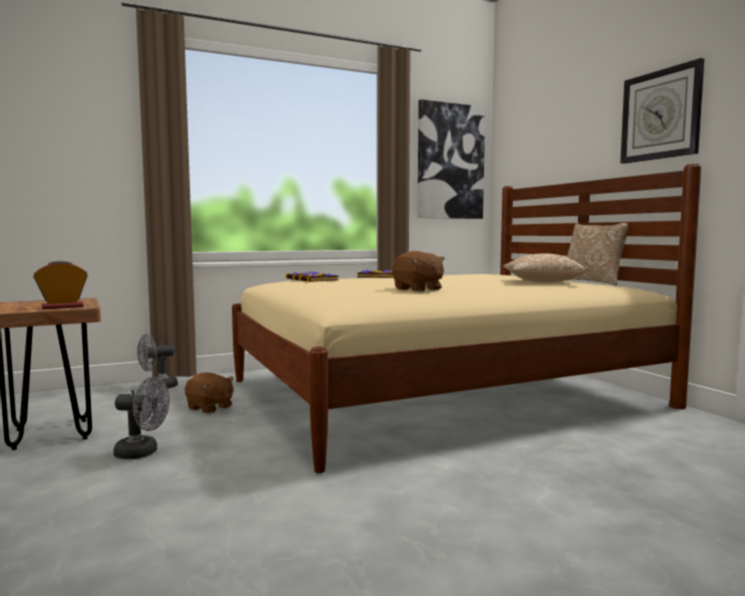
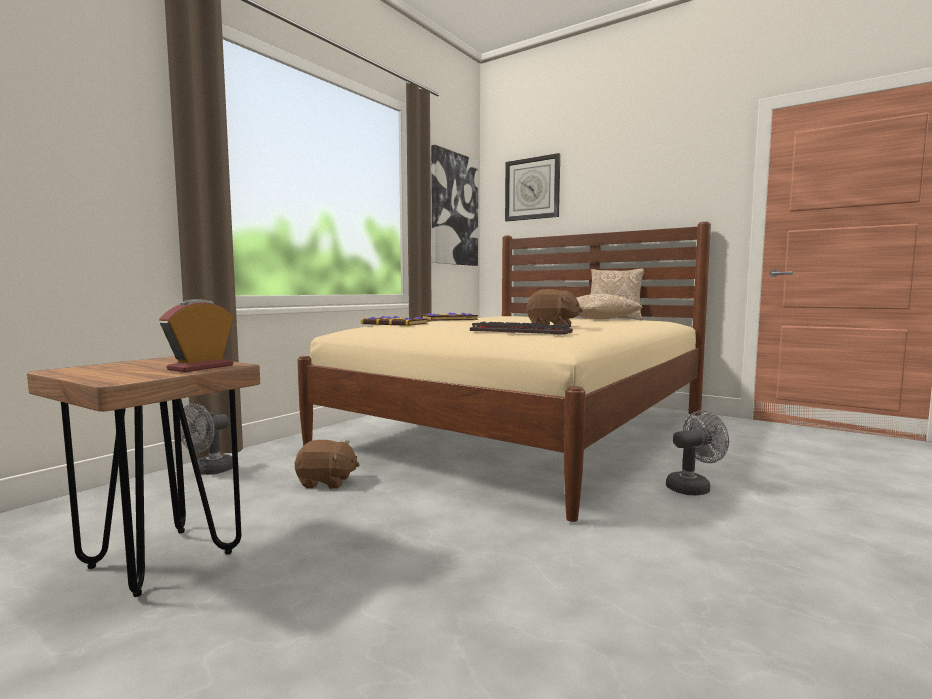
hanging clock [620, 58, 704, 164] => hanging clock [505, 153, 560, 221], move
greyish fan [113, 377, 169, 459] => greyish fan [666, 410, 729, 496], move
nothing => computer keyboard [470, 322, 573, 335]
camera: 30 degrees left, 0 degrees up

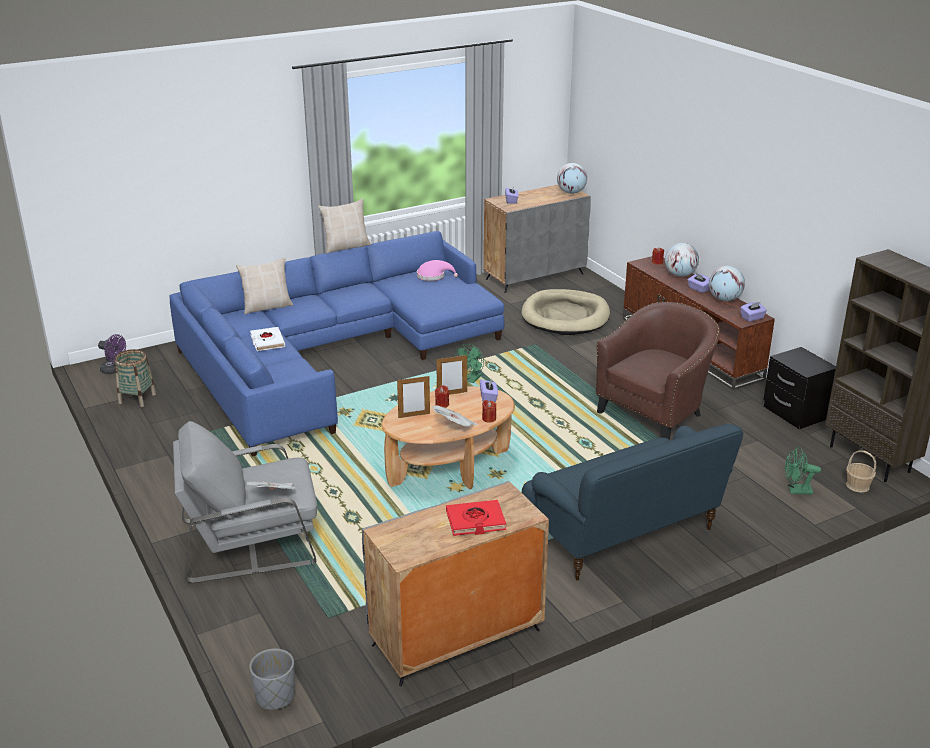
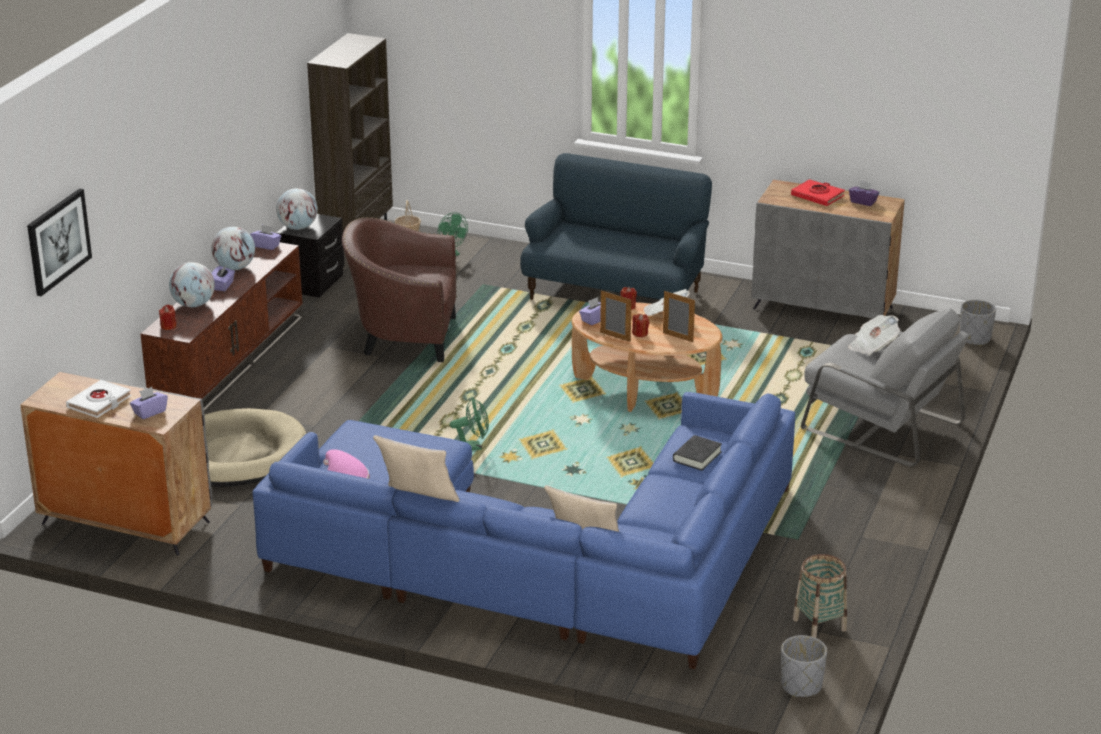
desk globe [557, 163, 587, 194] => desk globe [276, 188, 318, 230], move
white-coloured volume [250, 327, 285, 351] => white-coloured volume [66, 380, 132, 418], move
purple-coloured fan [98, 334, 126, 374] => greyish planter [781, 635, 827, 697]
nothing => purple-coloured tissue holder [849, 181, 879, 206]
nothing => wall picture [27, 188, 92, 296]
nothing => black-coloured volume [673, 435, 722, 471]
camera: 130 degrees left, 0 degrees up

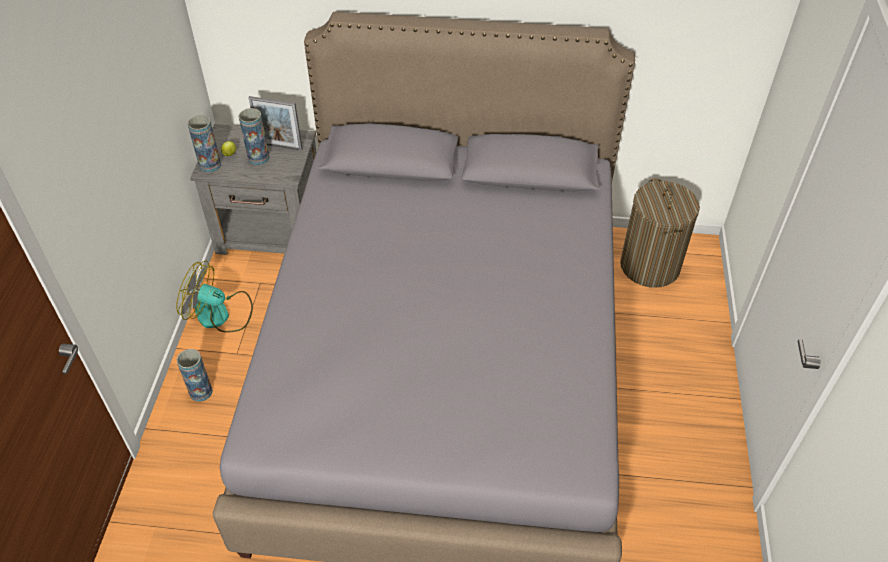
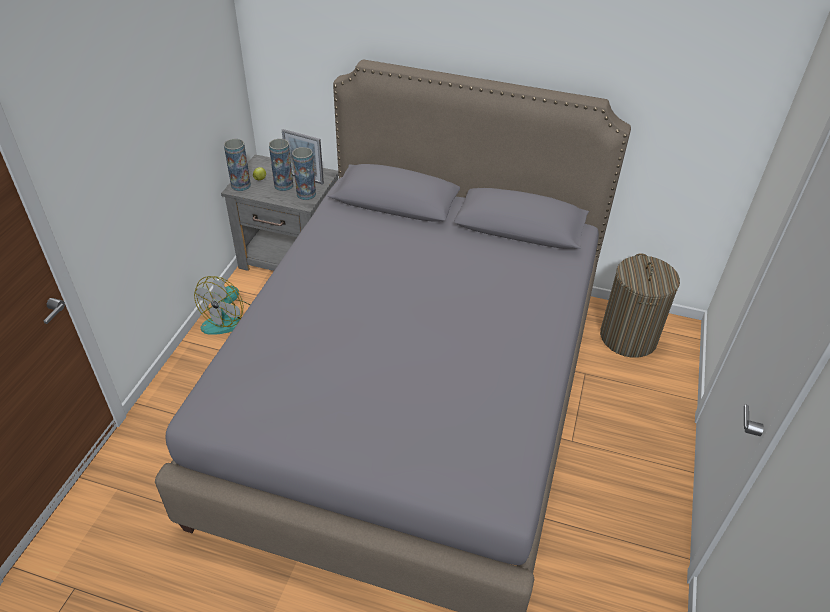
fan [176, 261, 253, 333] => fan [194, 276, 250, 335], 90 degrees counterclockwise
flower vase [177, 349, 213, 402] => flower vase [292, 147, 316, 200], move
camera: 10 degrees right, 5 degrees down

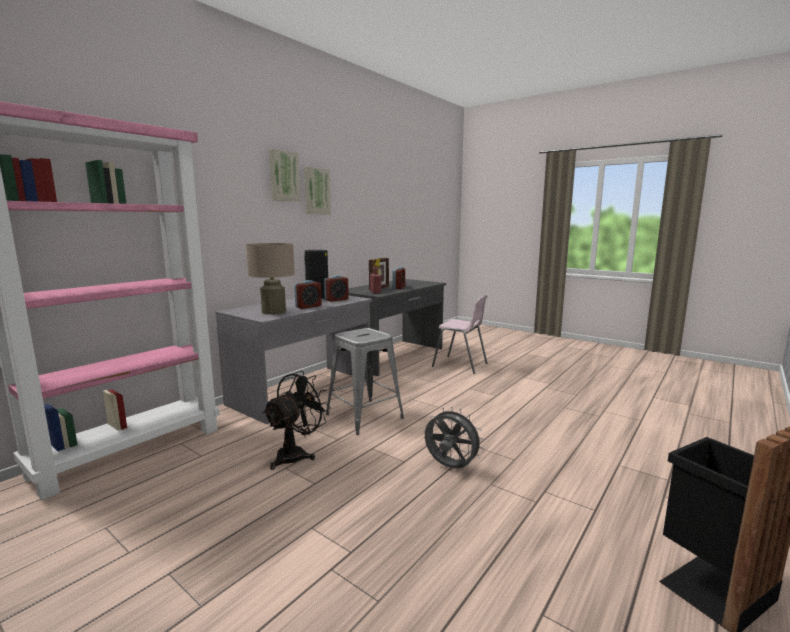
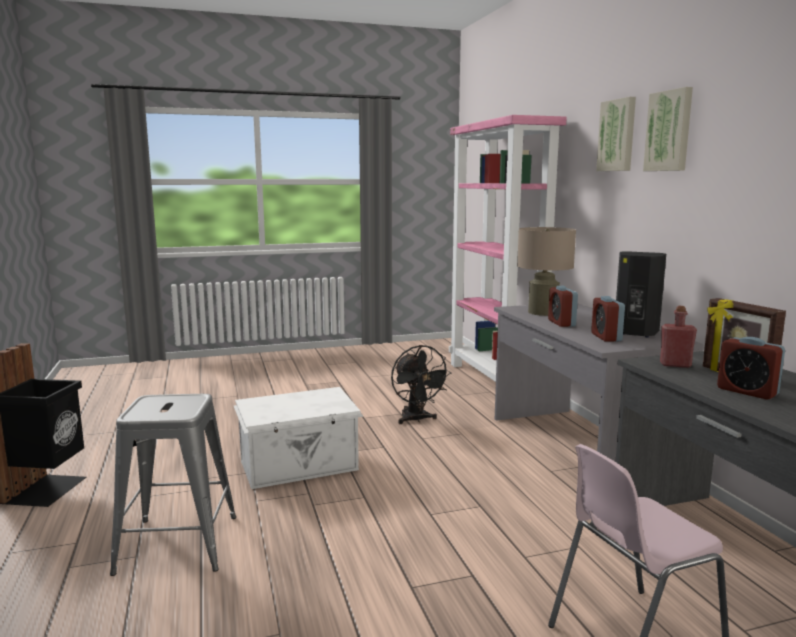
wall picture [304, 167, 331, 214] => wall picture [596, 97, 636, 171], move
greyish sitting stool [326, 328, 404, 435] => greyish sitting stool [110, 394, 236, 576], move
greyish fan [425, 407, 484, 468] => white-coloured storage container [234, 387, 363, 489]
camera: 125 degrees right, 0 degrees up

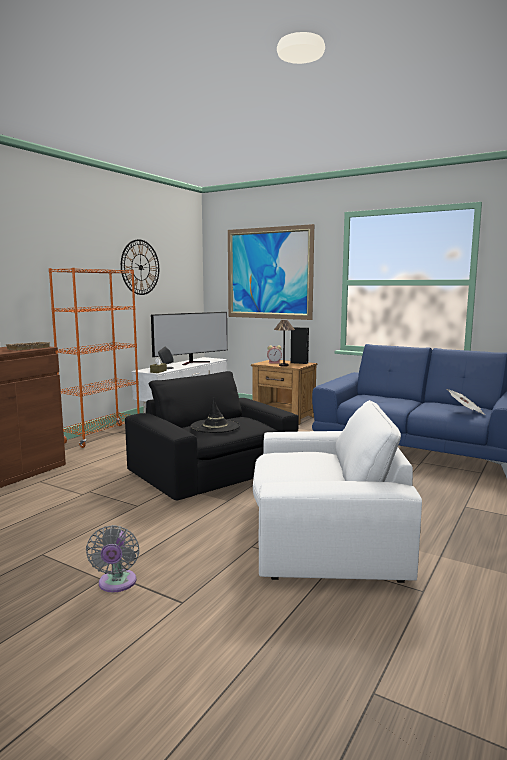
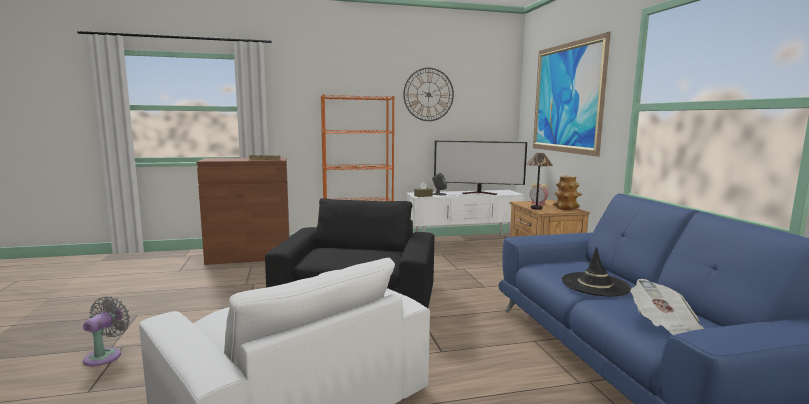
black-coloured audio speaker [291, 327, 309, 364] => flower vase [553, 175, 582, 210]
black-coloured hat [191, 397, 240, 433] => black-coloured hat [562, 247, 631, 296], move
greyish fan [86, 525, 139, 593] => greyish fan [83, 296, 130, 366], 150 degrees clockwise
camera: 45 degrees right, 0 degrees up

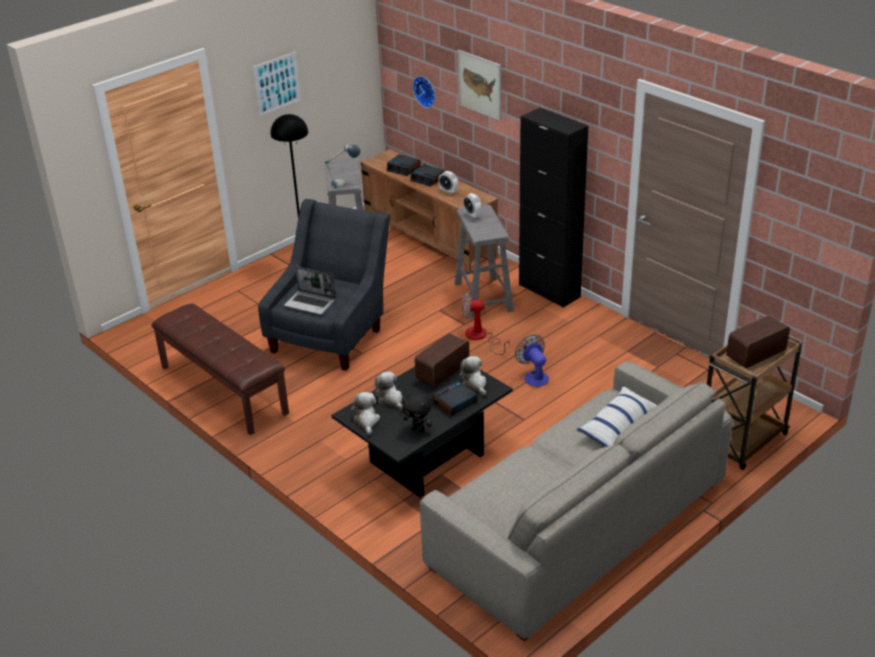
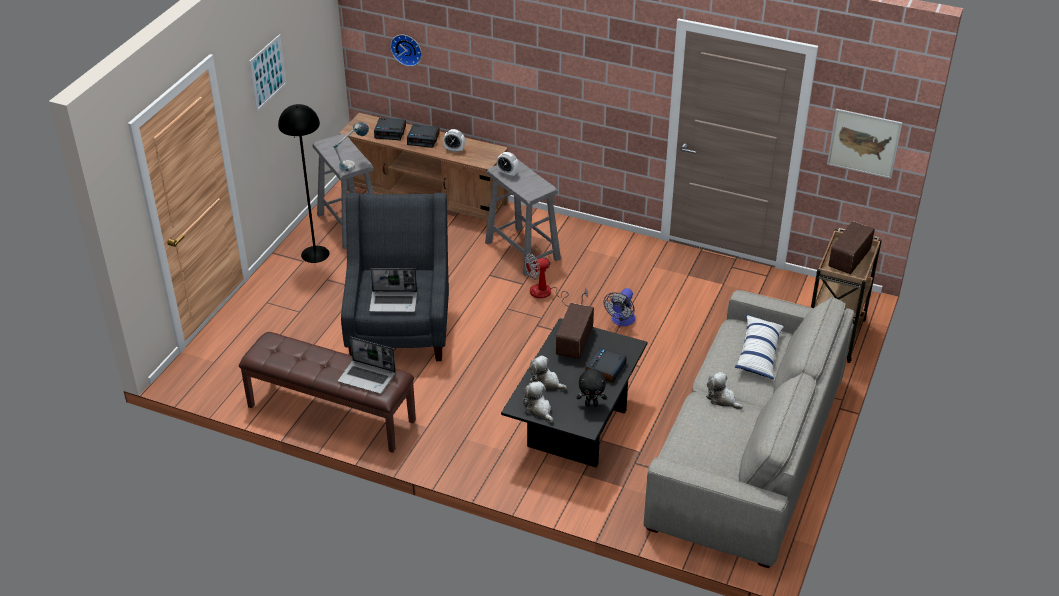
wall picture [458, 50, 501, 121] => wall picture [827, 109, 903, 179], move
black-coloured storage cabinet [519, 108, 588, 308] => nothing
fan [515, 335, 549, 387] => fan [604, 288, 635, 326], 105 degrees counterclockwise
soft toy [459, 356, 486, 396] => soft toy [706, 372, 743, 410], move
nothing => portable computer [338, 337, 396, 394]
camera: 25 degrees left, 5 degrees up

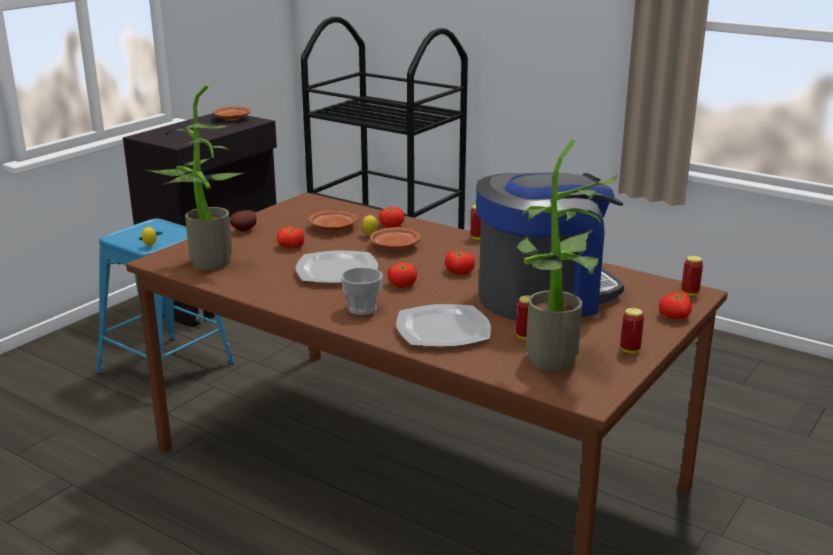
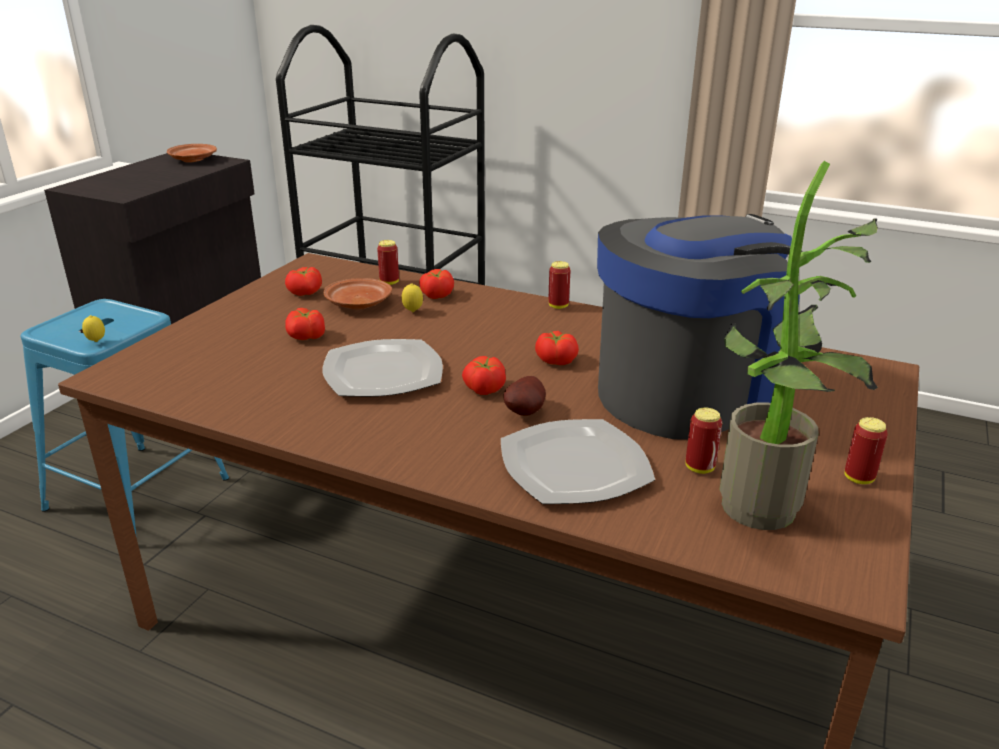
houseplant [146, 84, 247, 270] => nothing
spud [230, 210, 257, 231] => spud [503, 376, 546, 416], move
brown flat dish [370, 227, 421, 250] => nothing
metal can [681, 255, 703, 296] => metal can [377, 240, 399, 285], move
small cup [341, 267, 383, 315] => nothing
fresh tomato [659, 292, 692, 319] => fresh tomato [285, 267, 322, 296], move
camera: 10 degrees left, 5 degrees up

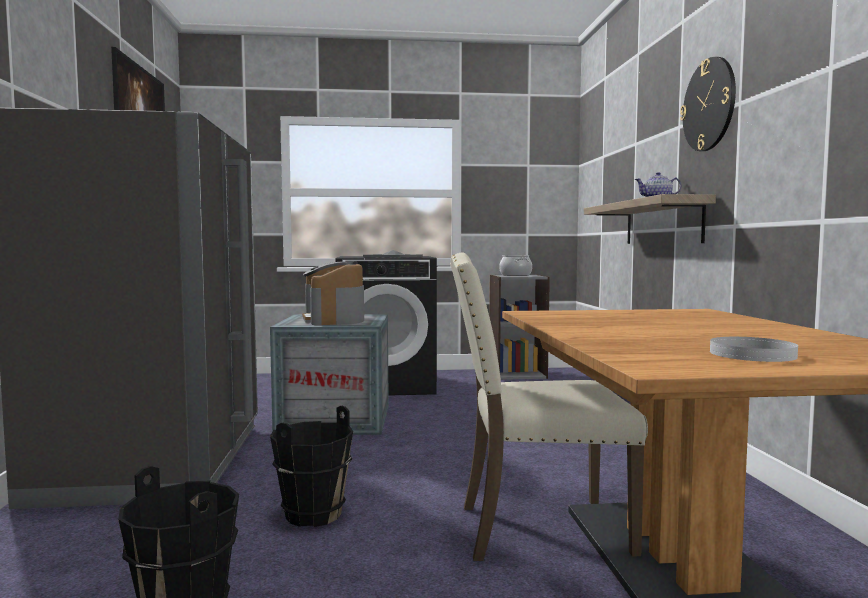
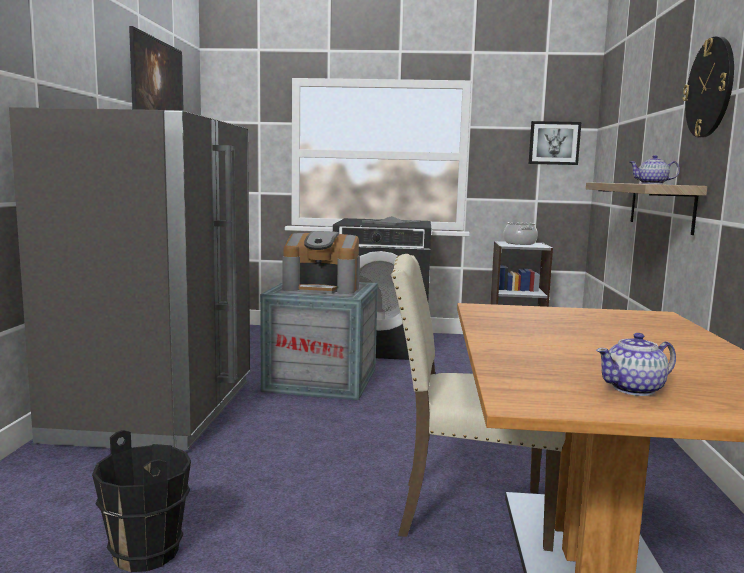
coffee maker [302, 261, 364, 325] => coffee maker [283, 231, 360, 294], 75 degrees counterclockwise
white-coloured flat dish [710, 337, 798, 362] => tea pot [596, 333, 676, 396]
black-coloured water bucket [270, 406, 353, 527] => nothing
nothing => wall picture [529, 121, 581, 165]
camera: 10 degrees right, 5 degrees up

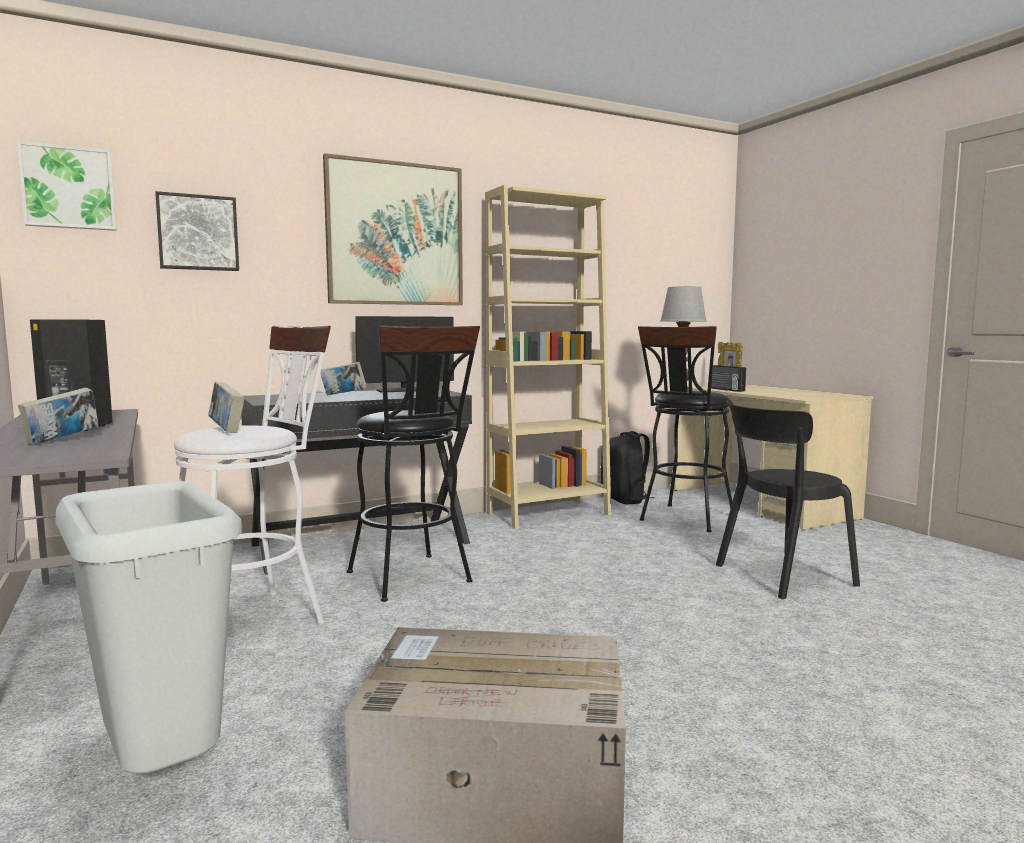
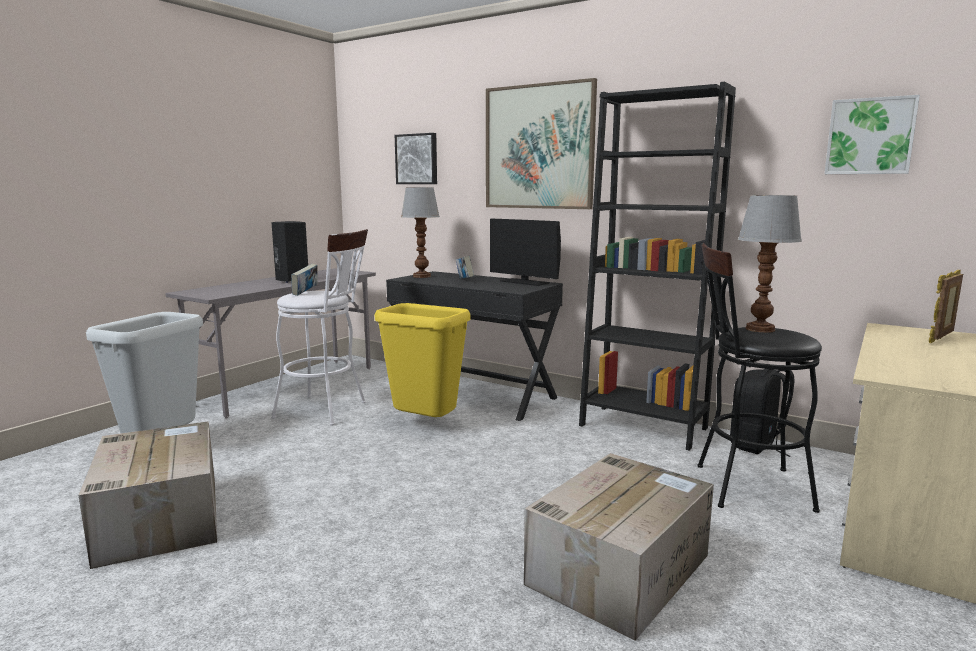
wall picture [17, 141, 117, 231] => wall picture [825, 95, 920, 174], move
beige-coloured shelving unit [485, 185, 611, 529] => black-coloured shelving unit [579, 82, 736, 451]
black-coloured sitting stool [347, 326, 480, 602] => yellowish waste bin [374, 303, 471, 417]
radio [711, 365, 746, 392] => nothing
volume [18, 388, 98, 445] => nothing
black-coloured upright chair [716, 400, 860, 599] => cardboard box [524, 453, 714, 641]
nothing => table lamp [401, 187, 440, 278]
camera: 60 degrees right, 5 degrees up

